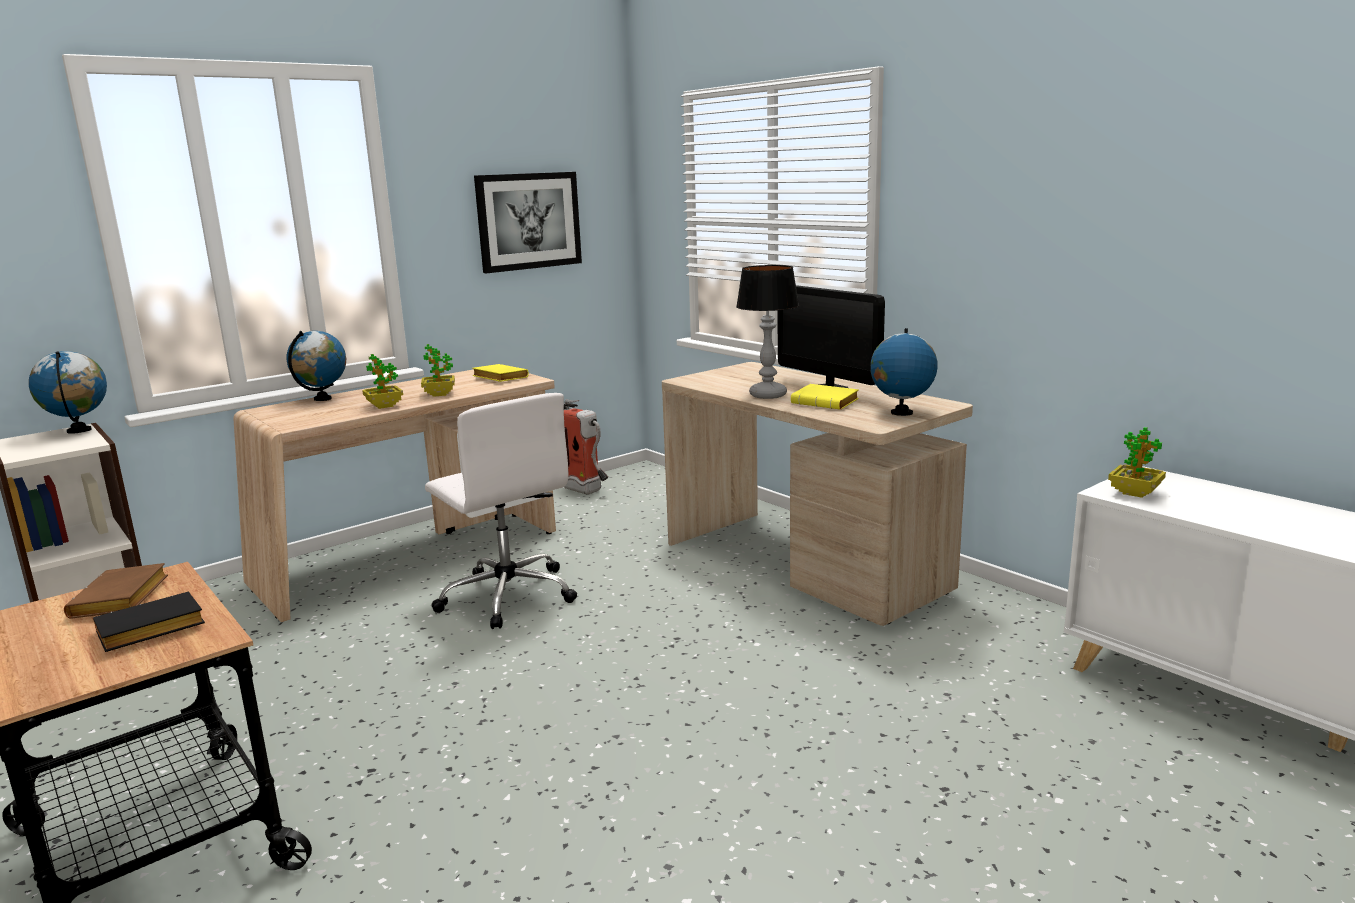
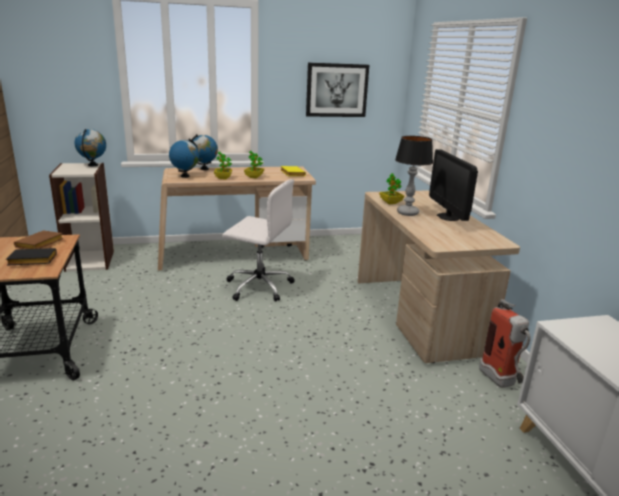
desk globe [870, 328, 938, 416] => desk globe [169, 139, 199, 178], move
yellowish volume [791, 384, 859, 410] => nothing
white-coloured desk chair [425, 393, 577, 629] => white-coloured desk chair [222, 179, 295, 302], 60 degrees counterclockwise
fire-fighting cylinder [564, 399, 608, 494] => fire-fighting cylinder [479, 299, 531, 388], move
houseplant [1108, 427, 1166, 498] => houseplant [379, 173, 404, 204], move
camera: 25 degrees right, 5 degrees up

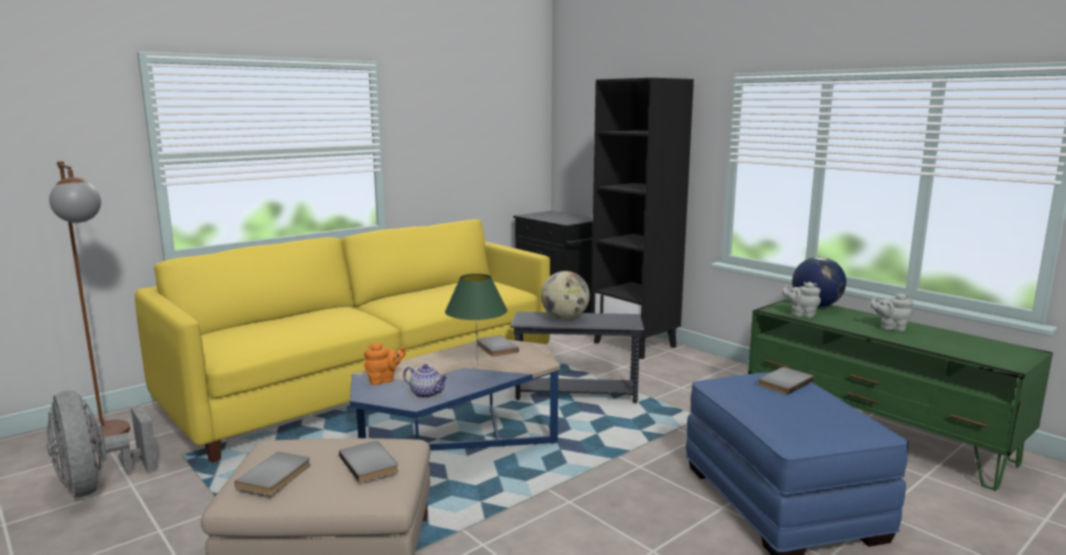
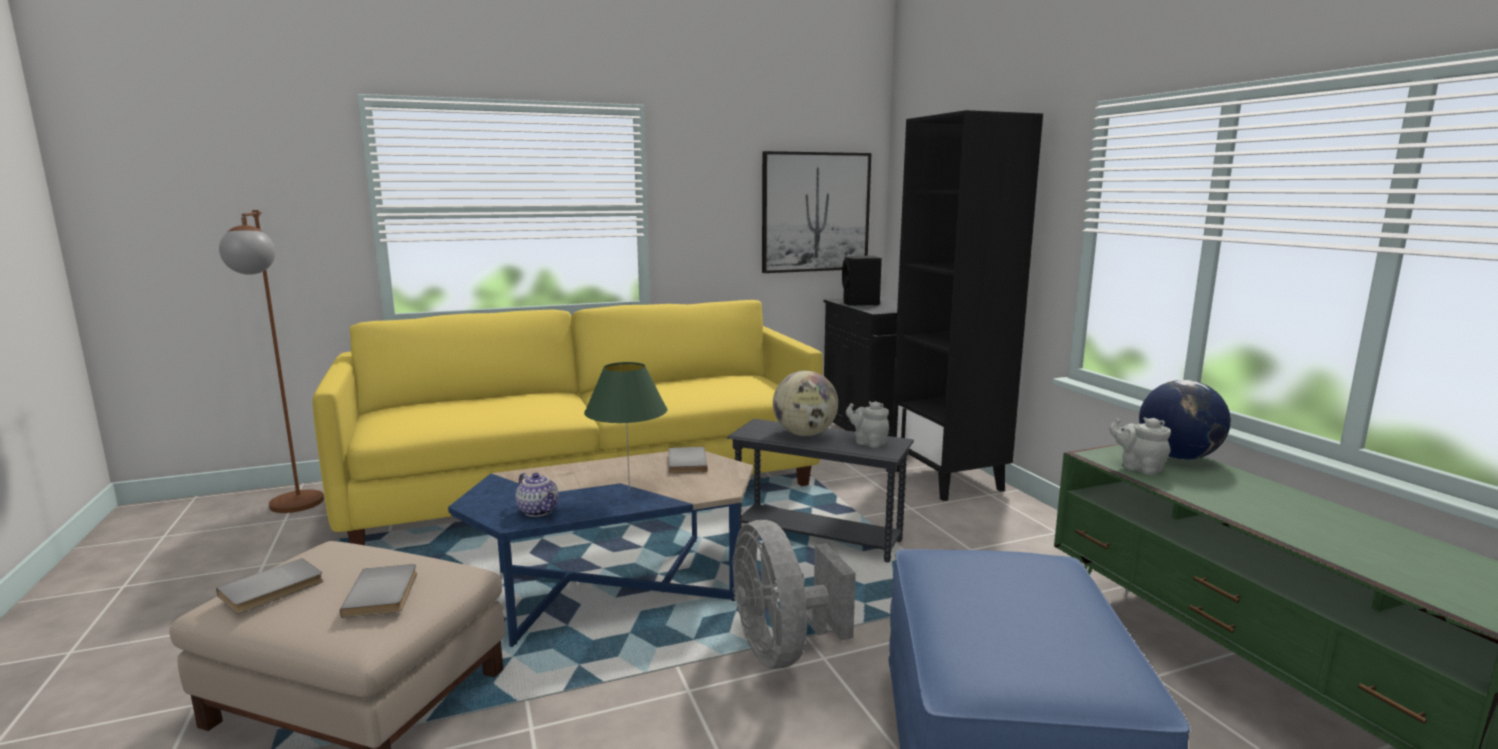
greyish tea pot [870, 293, 913, 331] => greyish tea pot [846, 401, 889, 448], move
orangey tea pot [364, 343, 406, 385] => nothing
greyish volume [758, 367, 814, 395] => nothing
greyish fan [47, 390, 158, 497] => greyish fan [732, 520, 856, 669], move
nothing => wall picture [762, 151, 872, 273]
nothing => black-coloured audio speaker [842, 256, 882, 306]
camera: 20 degrees right, 0 degrees up

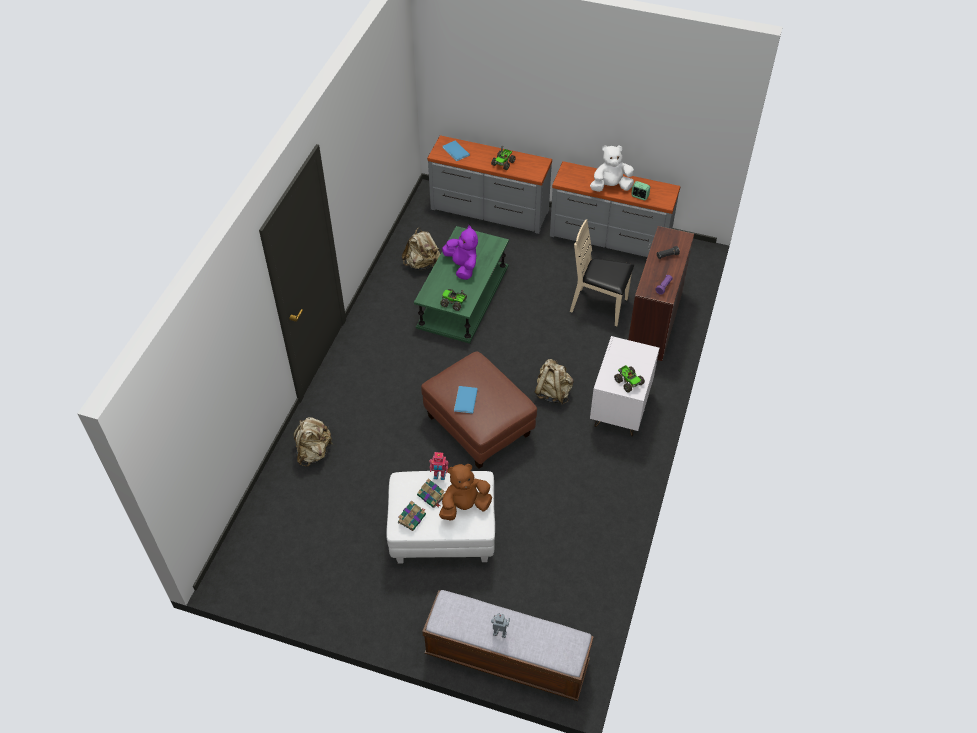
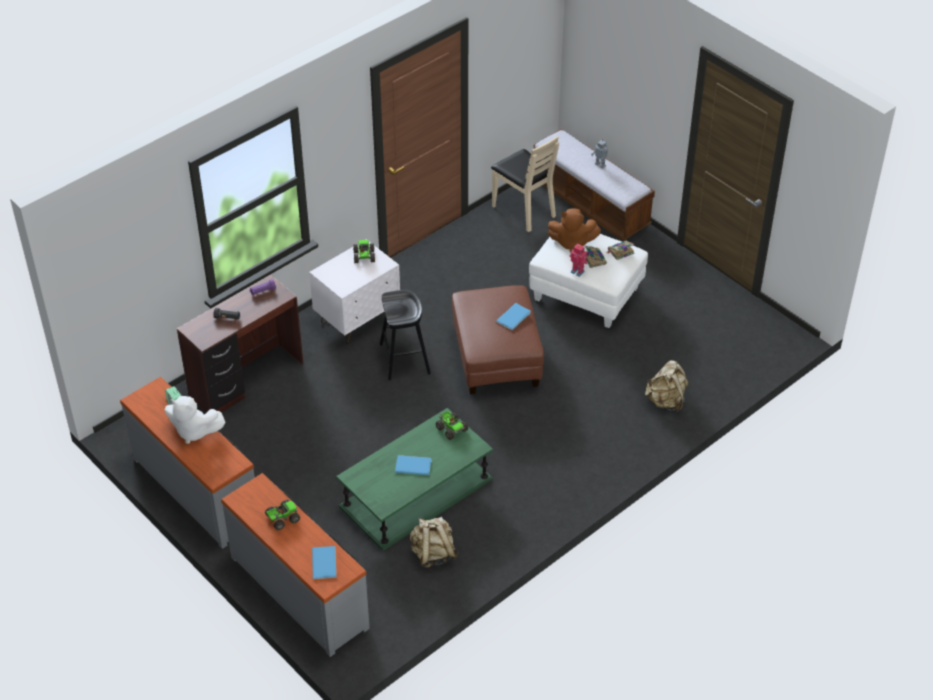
beige-coloured upright chair [570, 220, 634, 326] => beige-coloured upright chair [491, 136, 559, 232], move
purple-coloured soft toy [442, 225, 478, 280] => blue-coloured volume [395, 455, 432, 475]
beige-coloured backpack [534, 359, 573, 405] => black-coloured sitting stool [380, 290, 431, 381]
camera: 150 degrees left, 5 degrees down

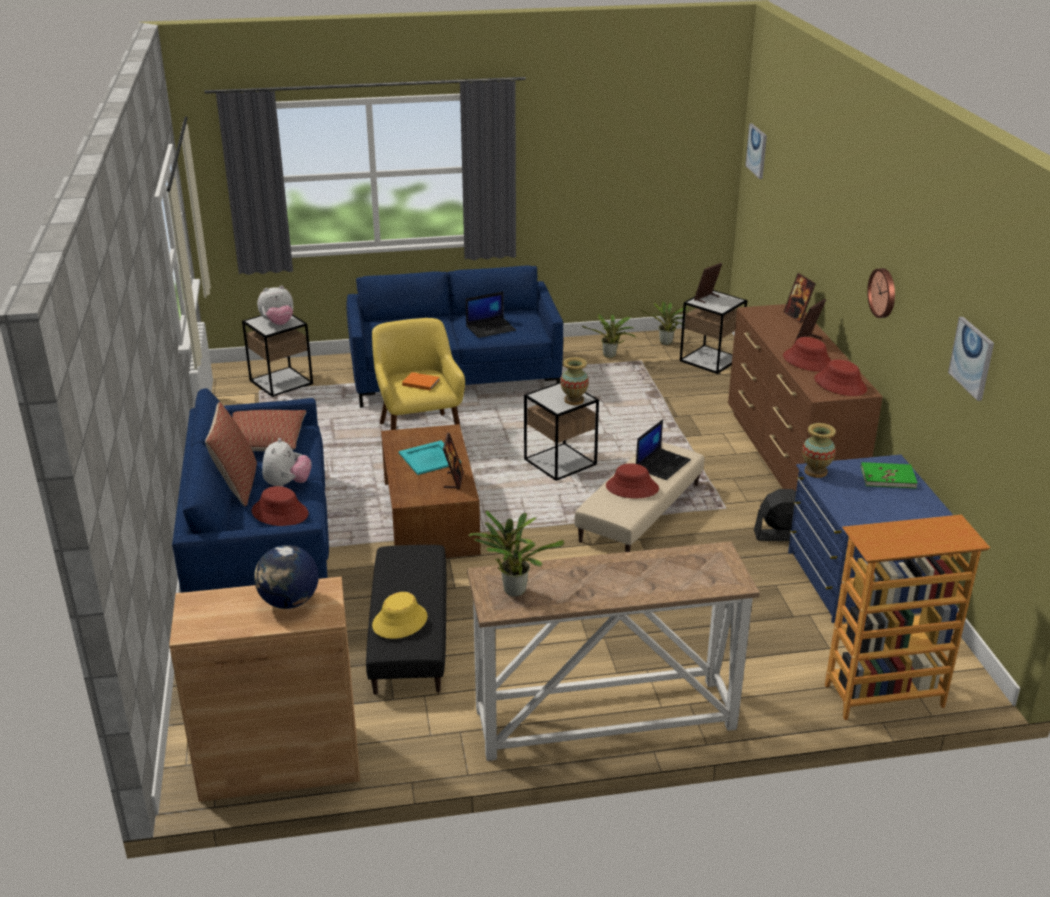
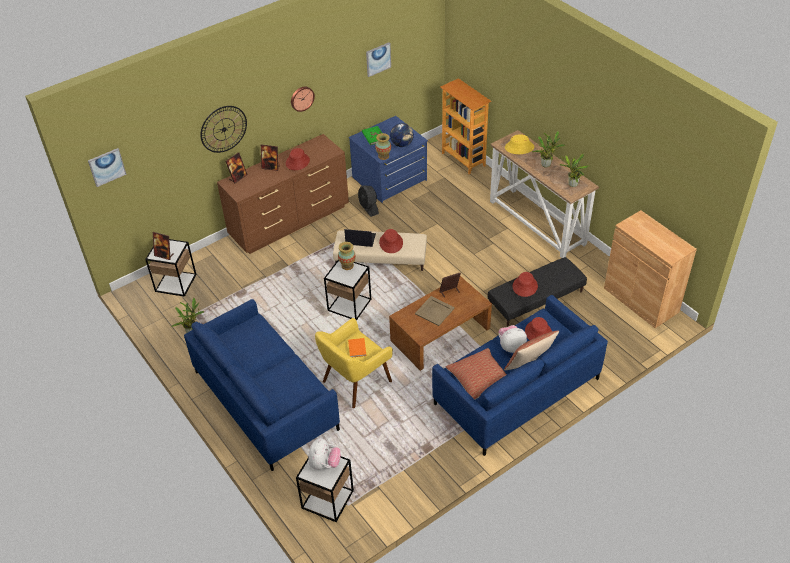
soft toy [257, 285, 293, 325] => soft toy [309, 438, 341, 470], 60 degrees clockwise
portable computer [466, 291, 516, 338] => nothing
houseplant [641, 301, 688, 345] => houseplant [532, 131, 565, 168], move
red-coloured hat [814, 359, 867, 396] => red-coloured hat [513, 272, 538, 297], move
turquoise-coloured serving tray [399, 440, 461, 475] => beige-coloured serving tray [415, 296, 455, 326]
desk globe [254, 545, 319, 609] => desk globe [390, 123, 414, 147], move
yellowish hat [372, 592, 427, 639] => yellowish hat [505, 134, 534, 154], move
nothing => hanging clock [200, 106, 247, 153]
camera: 115 degrees left, 15 degrees up

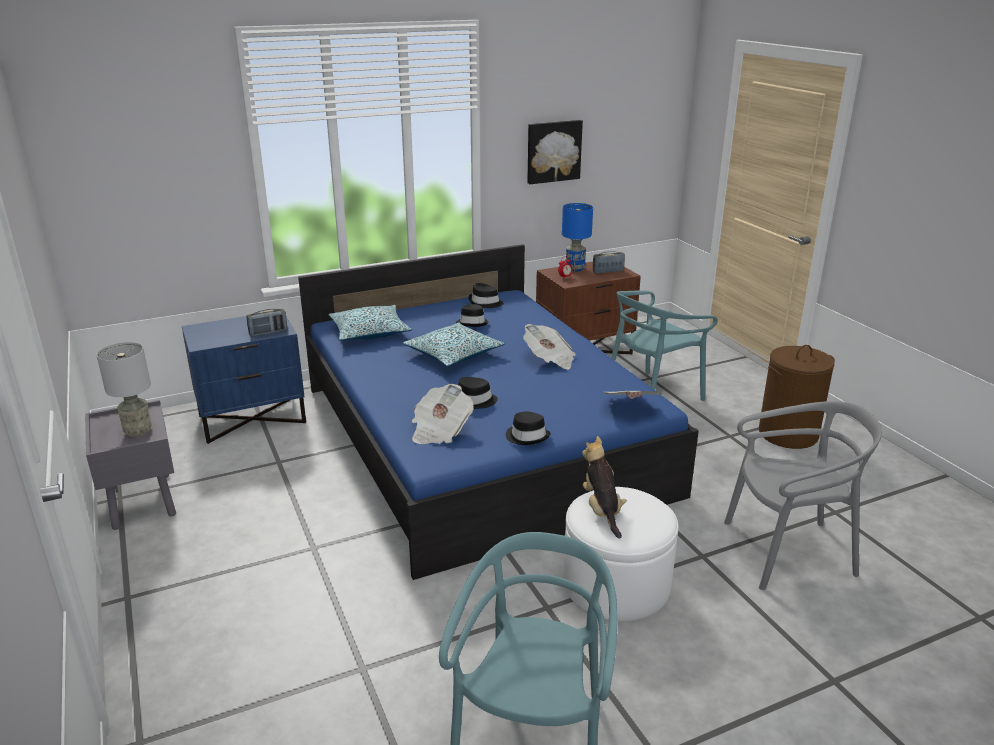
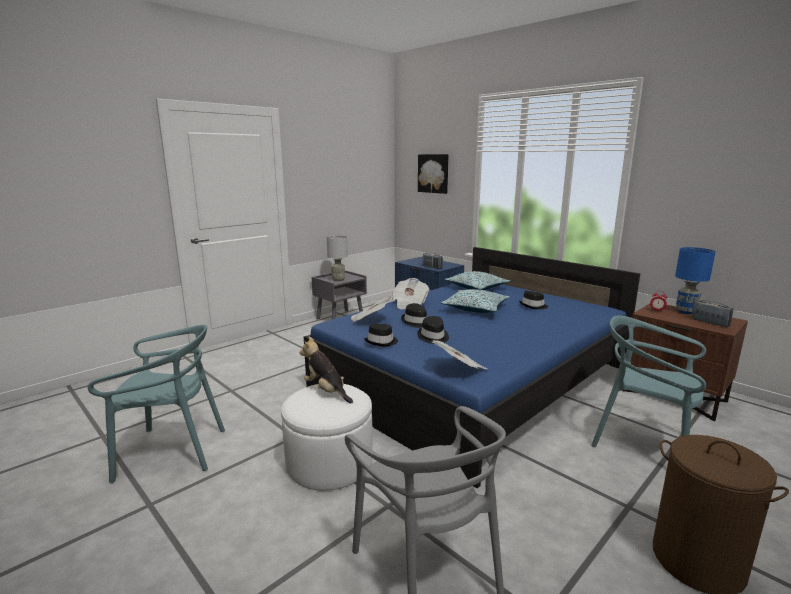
wall picture [527, 120, 583, 184] => wall picture [418, 154, 449, 194], move
black-coloured hat [468, 283, 504, 308] => black-coloured hat [417, 316, 449, 344], move
printed paper [523, 324, 576, 369] => printed paper [392, 278, 429, 309], move
soft toy [582, 436, 627, 539] => soft toy [299, 336, 353, 403], 105 degrees counterclockwise
camera: 70 degrees right, 10 degrees down

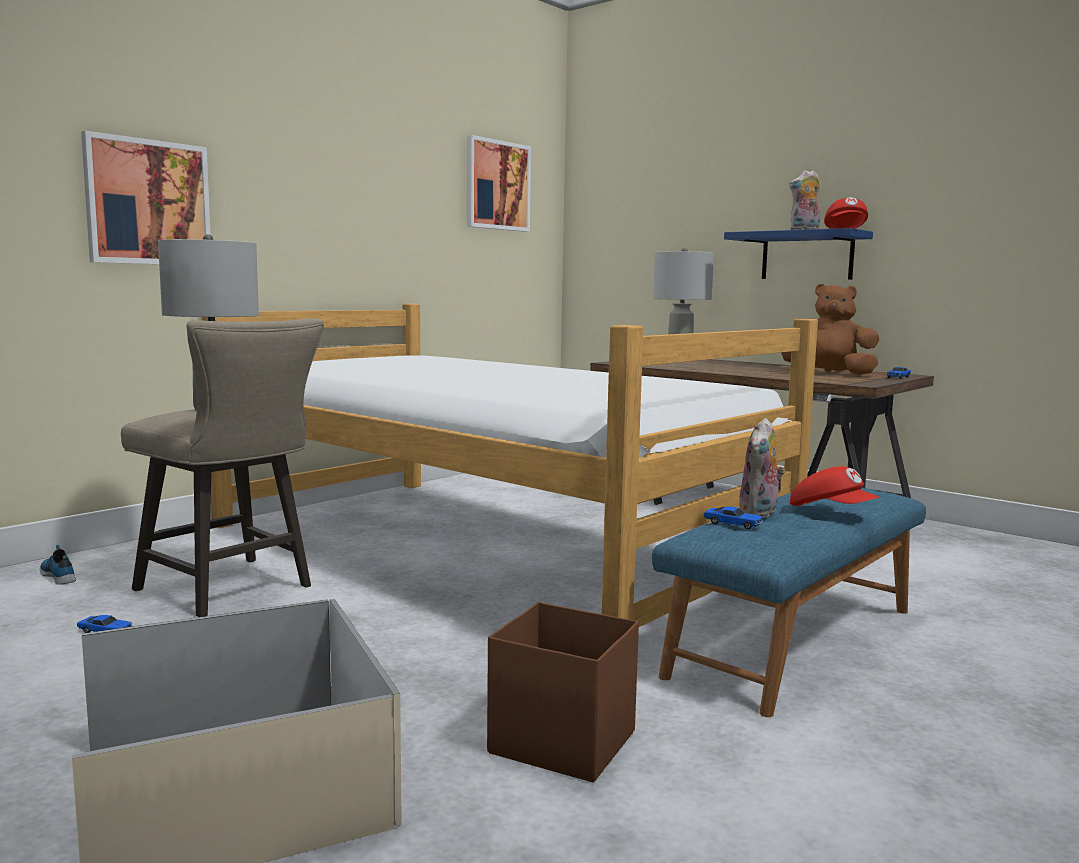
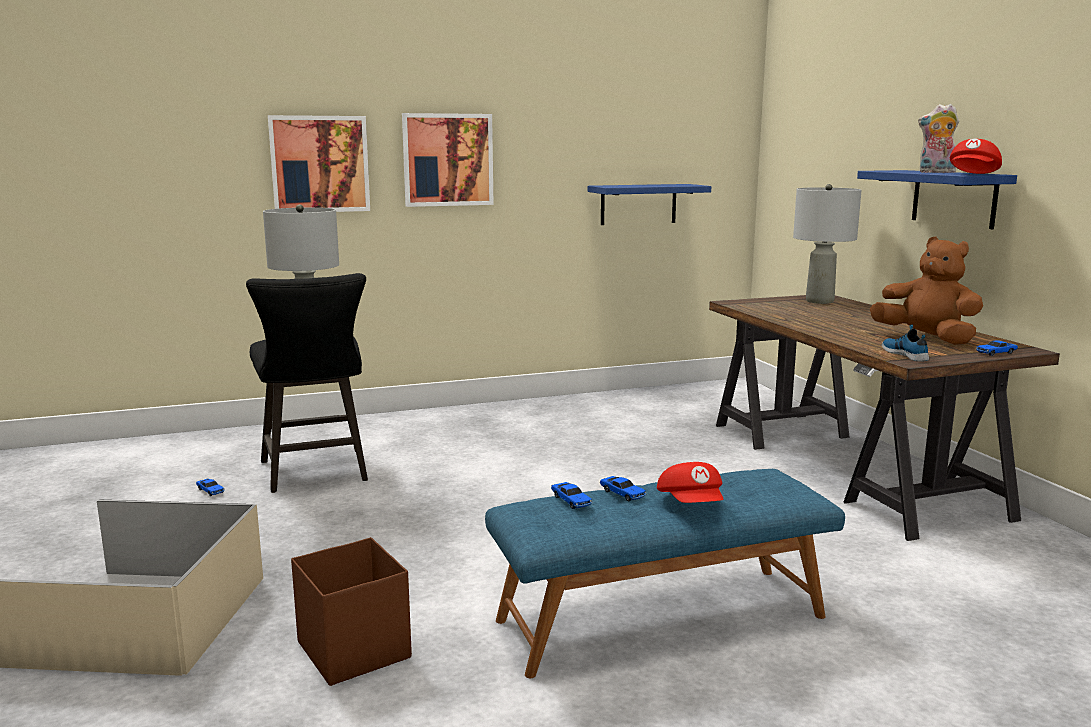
wall picture [467, 135, 531, 232] => wall picture [402, 113, 493, 207], move
bed [202, 304, 818, 627] => nothing
beige-coloured sitting stool [121, 318, 324, 617] => black-coloured sitting stool [246, 273, 368, 493]
soft toy [739, 418, 785, 518] => toy car [600, 476, 647, 501]
shoe [40, 545, 76, 585] => shoe [882, 325, 929, 361], move
nothing => blue-coloured shelf [588, 184, 711, 225]
camera: 30 degrees right, 5 degrees up

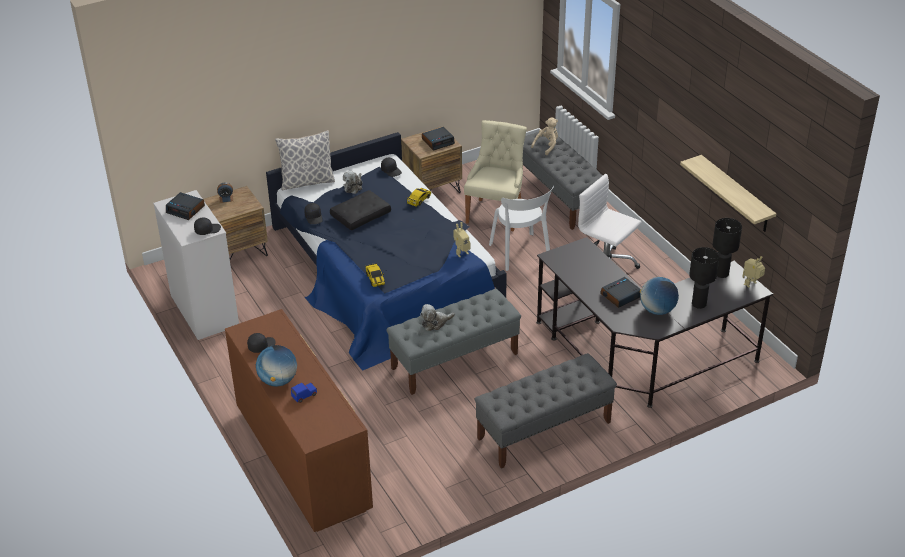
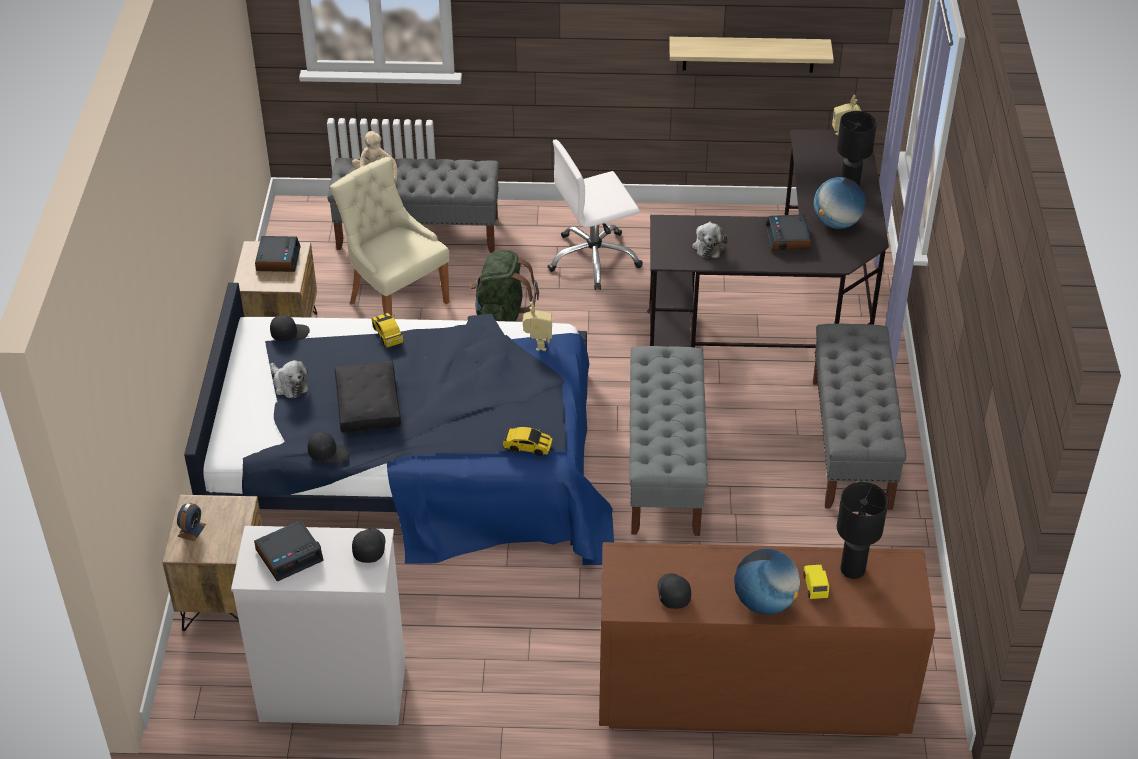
throw pillow [275, 130, 335, 191] => nothing
white-coloured upright chair [489, 186, 554, 271] => green-coloured backpack [470, 250, 539, 322]
black-coloured table lamp [713, 218, 742, 278] => black-coloured table lamp [837, 482, 888, 579], move
soft toy [420, 304, 455, 331] => soft toy [692, 221, 728, 258], move
blue-coloured toy car [291, 383, 317, 403] => yellowish toy car [803, 564, 829, 599]
camera: 60 degrees left, 5 degrees up

